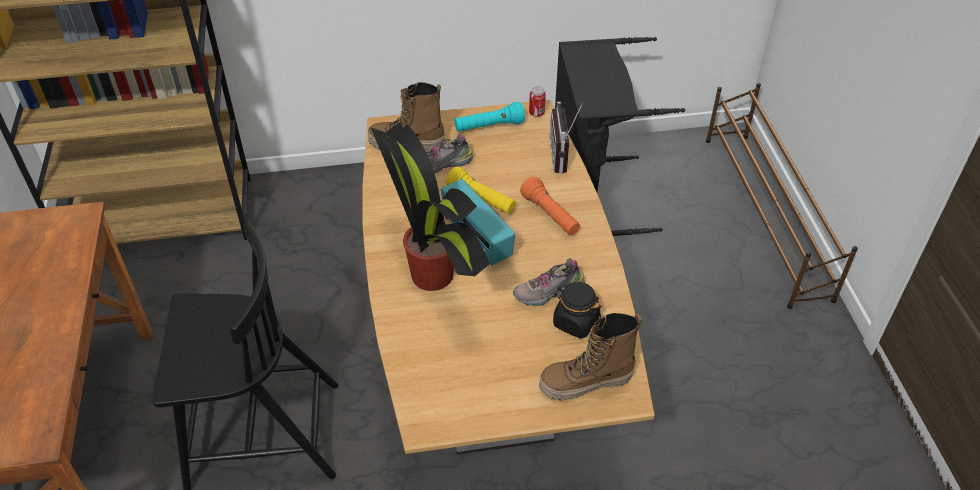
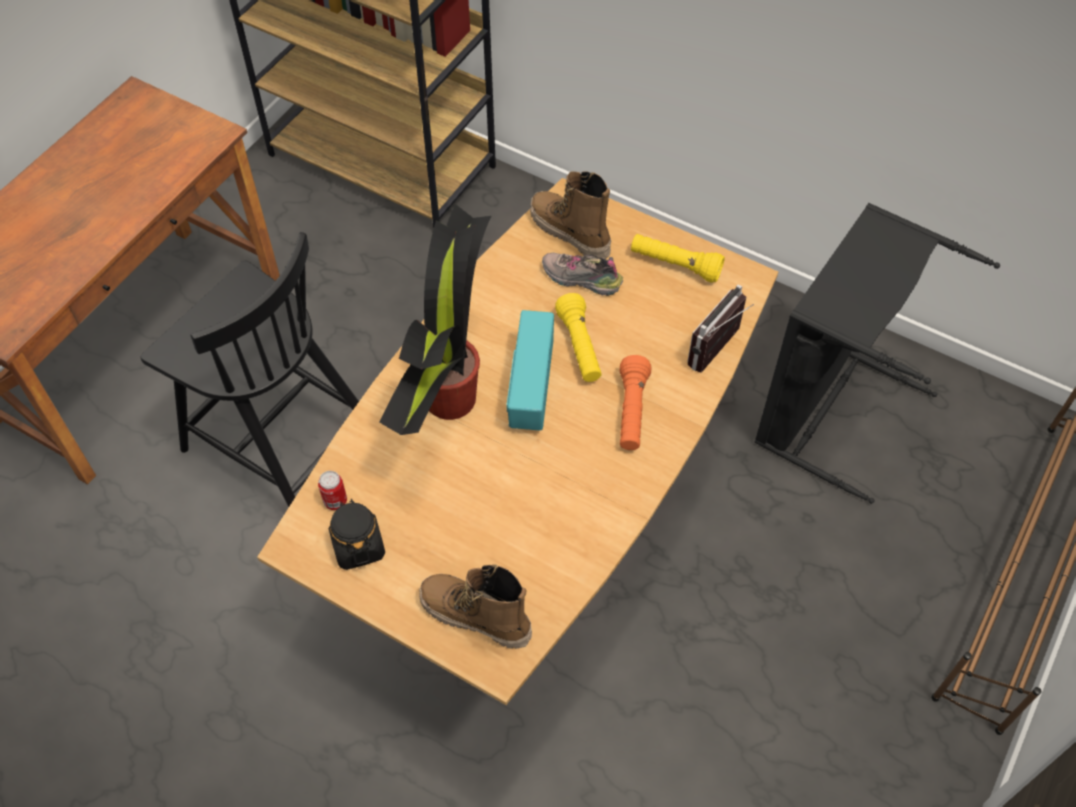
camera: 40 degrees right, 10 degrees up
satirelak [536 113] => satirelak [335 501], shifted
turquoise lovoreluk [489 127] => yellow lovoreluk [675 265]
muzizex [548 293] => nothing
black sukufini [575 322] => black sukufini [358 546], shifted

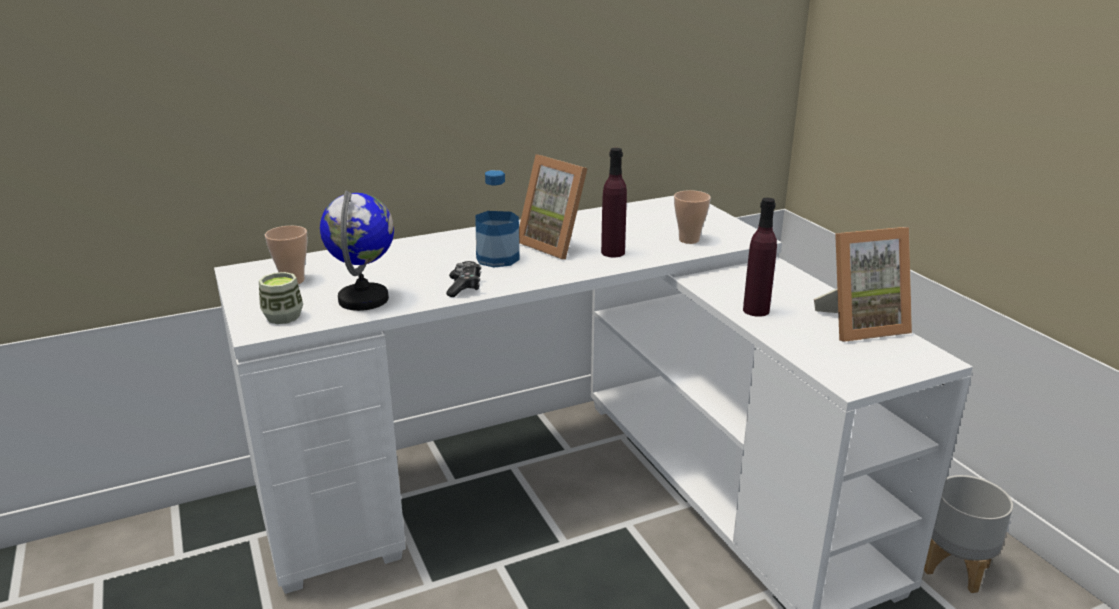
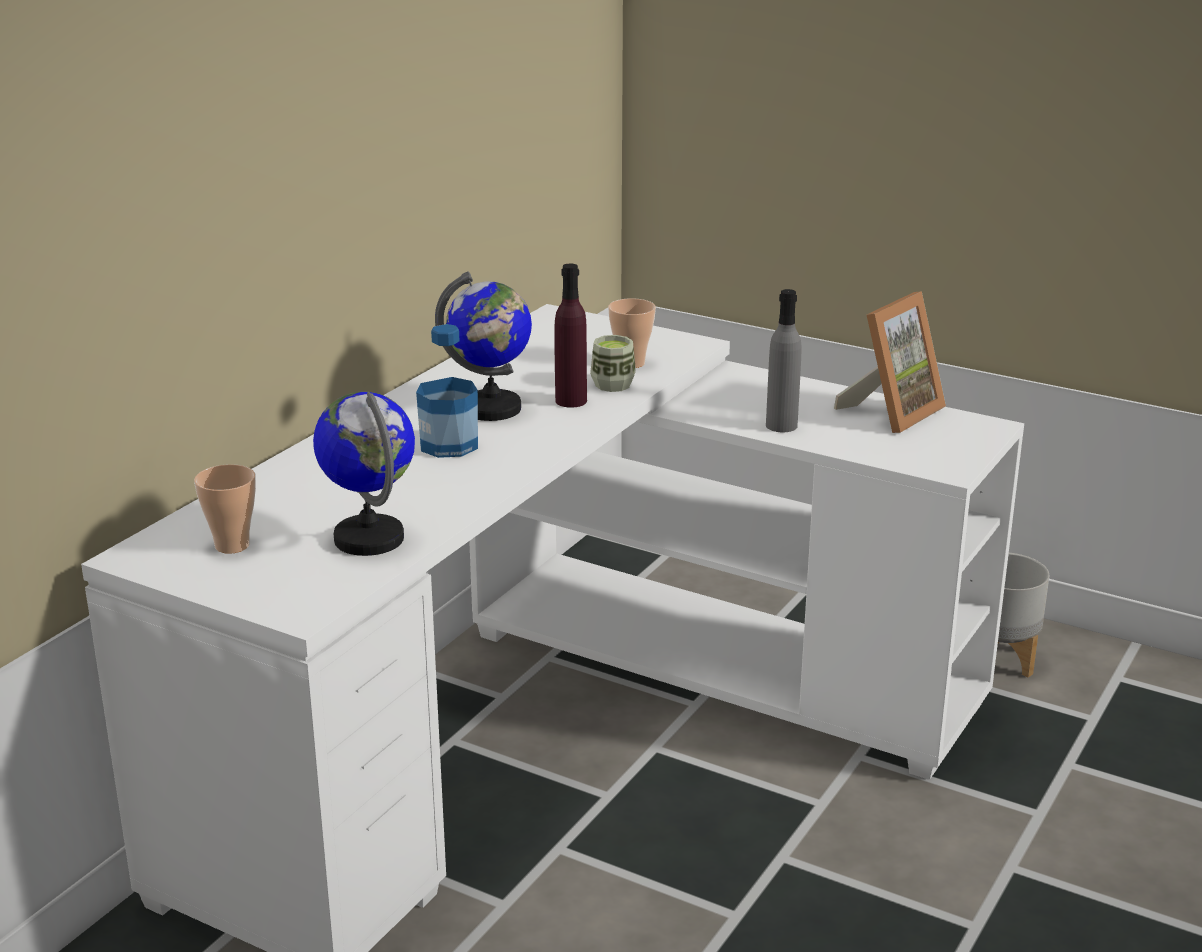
camera: 35 degrees left, 0 degrees up
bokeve [556 245] => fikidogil [492 409]
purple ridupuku [756 310] => grey ridupuku [781 425]
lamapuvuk [464 286] => nothing
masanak [283 317] => masanak [613 385], shifted

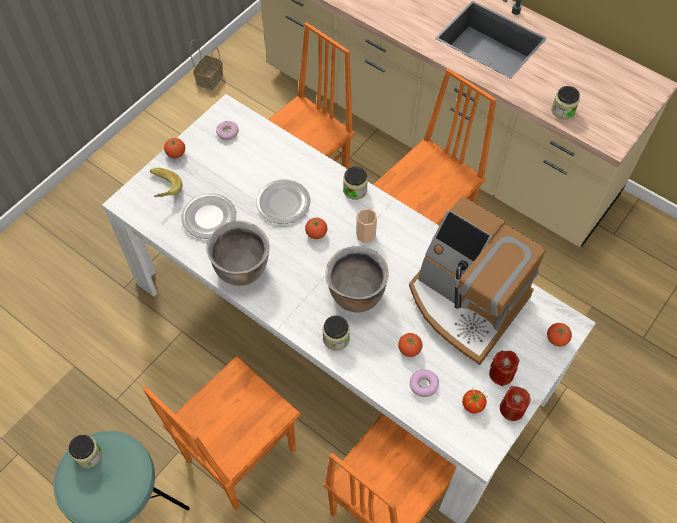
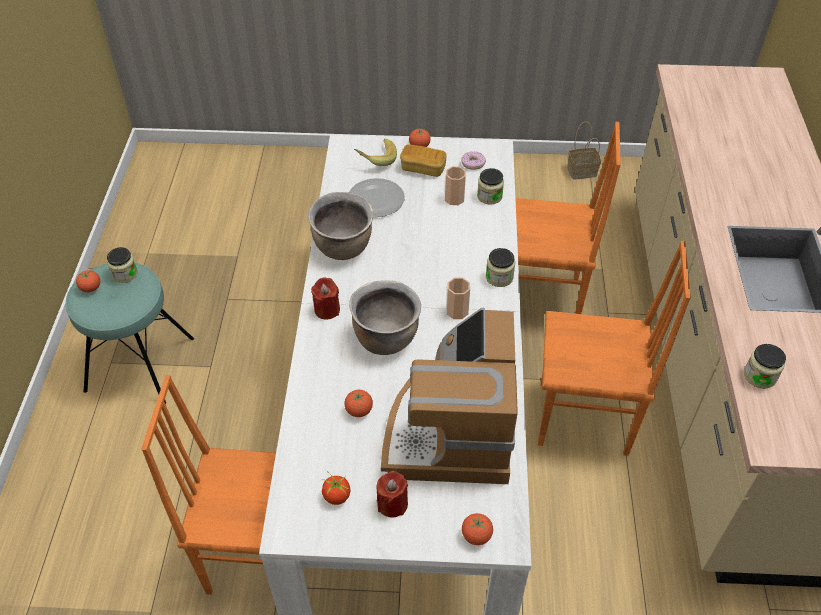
camera: 55 degrees right, 10 degrees down
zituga [284 203] => nothing
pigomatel [316 234] => pigomatel [91 288], shifted
sukufini [336 338] => sukufini [489 196], shifted
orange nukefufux [239 454] => nothing
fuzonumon [423 385] => nothing
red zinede [512 409] => red zinede [327 309], shifted
nothing => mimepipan [423 168]
nothing => masanak [454 198]

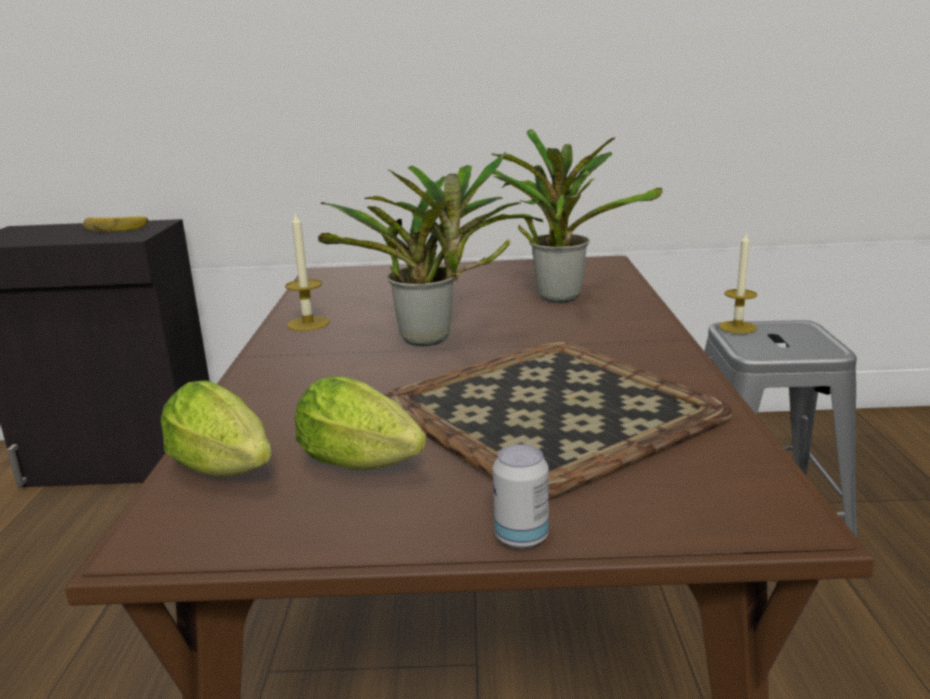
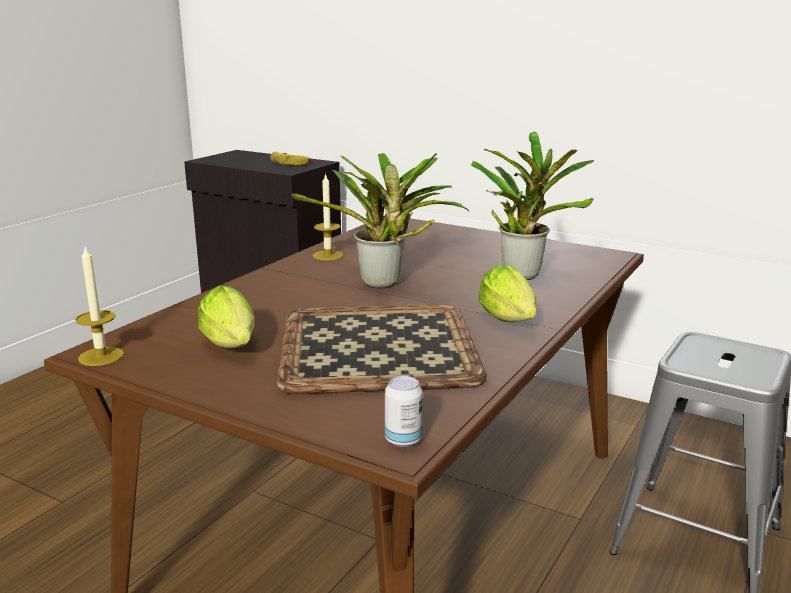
camera: 30 degrees right, 0 degrees up
zinede [737 327] => zinede [101 356], shifted
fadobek [228 472] => fadobek [510 321], shifted
satirelak [521 537] => satirelak [403 440], shifted

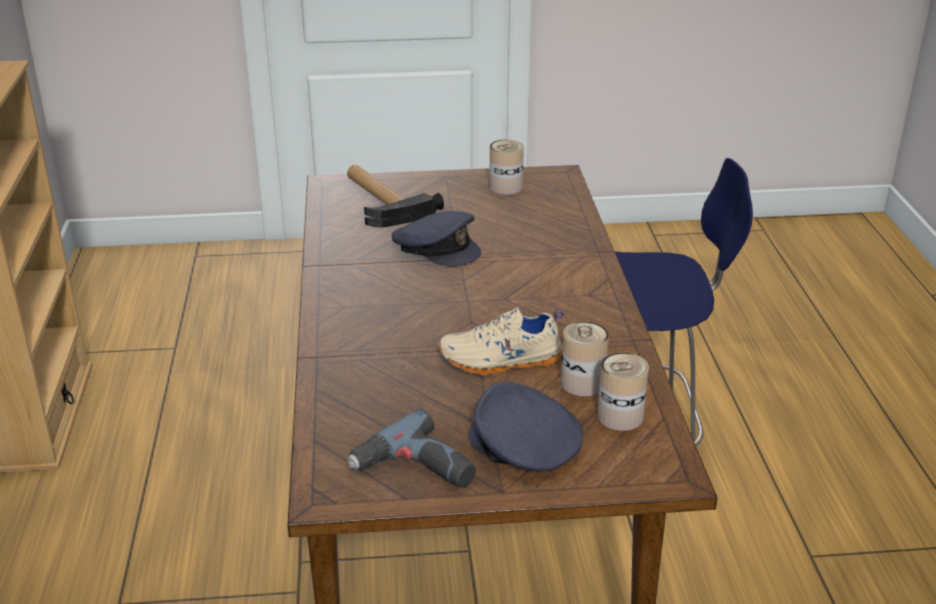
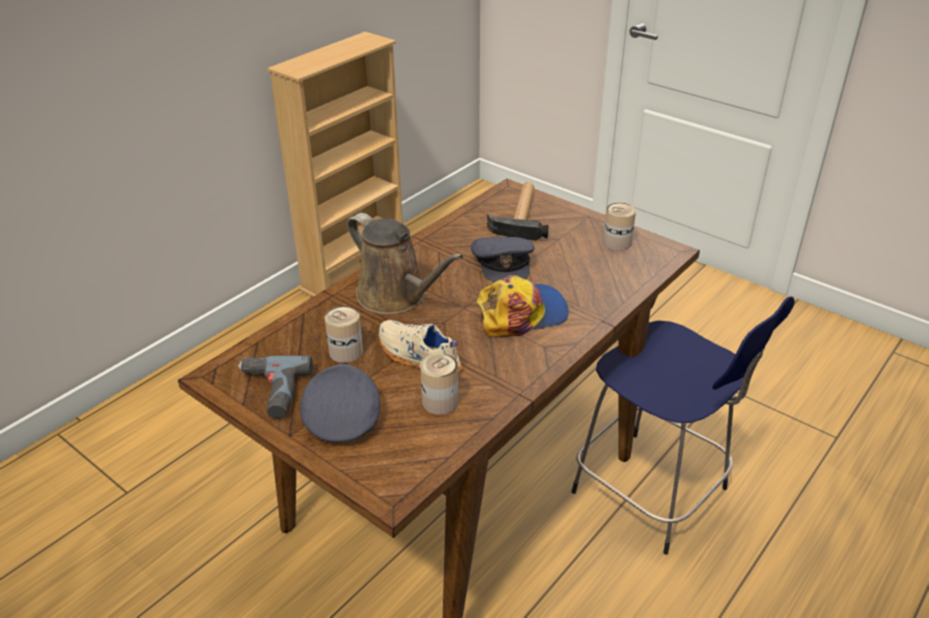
camera: 45 degrees right, 5 degrees up
satirelak [620 416] => satirelak [346 352], shifted
nothing => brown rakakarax [396 296]
nothing => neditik [521 313]

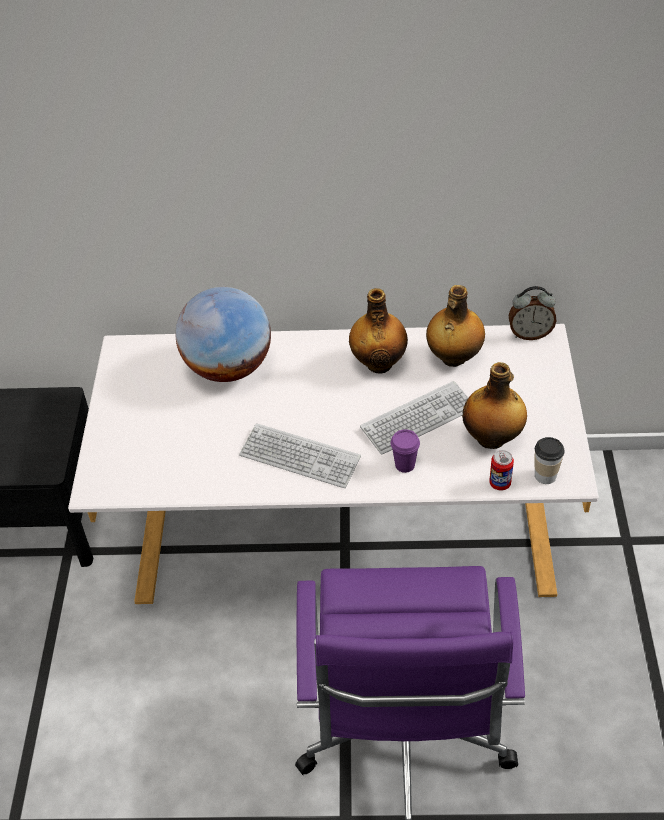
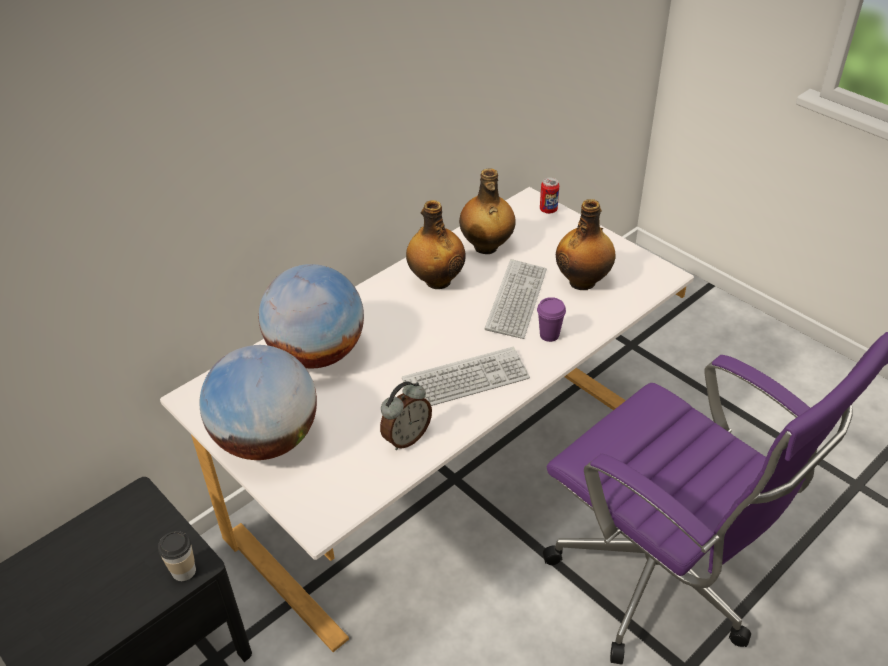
camera: 45 degrees left, 5 degrees down
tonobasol [530 334] => tonobasol [406 437], shifted
masanak [545 475] => masanak [183 571], shifted
satirelak [500 483] => satirelak [548 210], shifted
nothing => fikidogil [267 439]

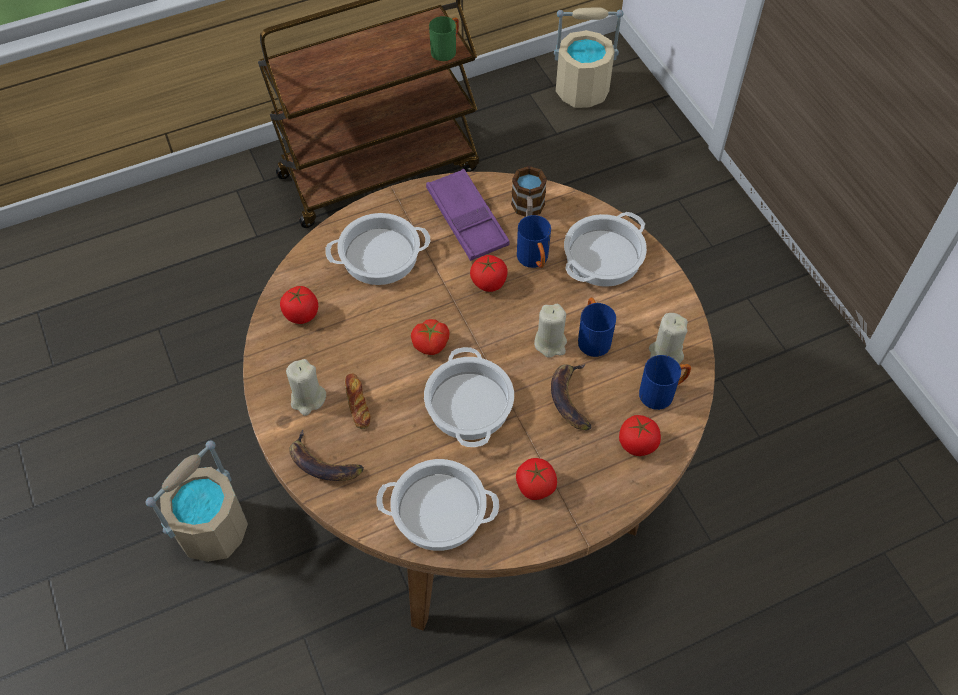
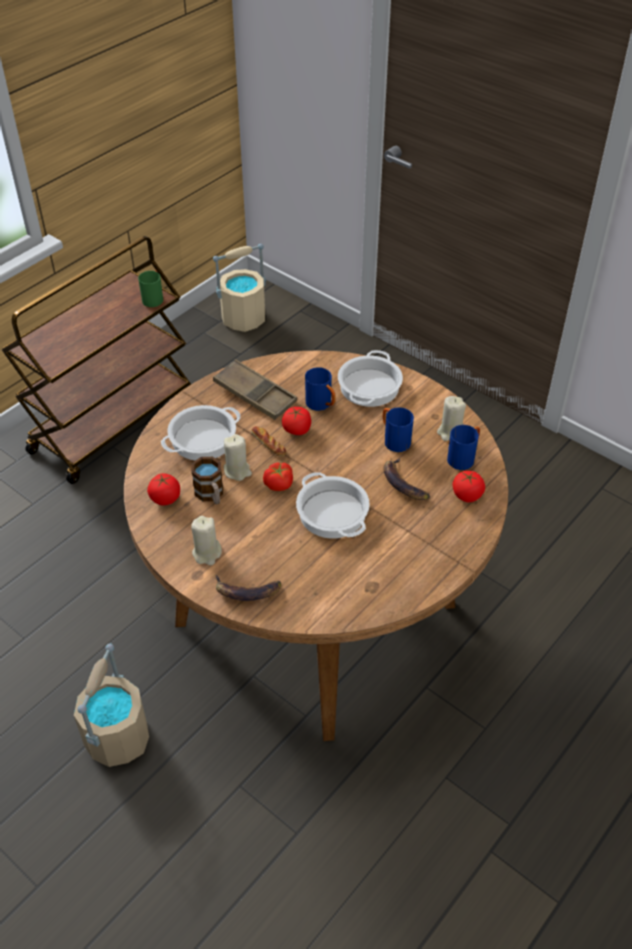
camera: 25 degrees left, 10 degrees down
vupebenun [528 210] => vupebenun [211 495], shifted
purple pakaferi [467 219] => brown pakaferi [255 394]
beige zinede [550 343] => beige zinede [237 471], shifted
mimepipan [357 403] => mimepipan [268 444], shifted
pigomatel [535 486] => nothing
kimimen [439 509] => nothing

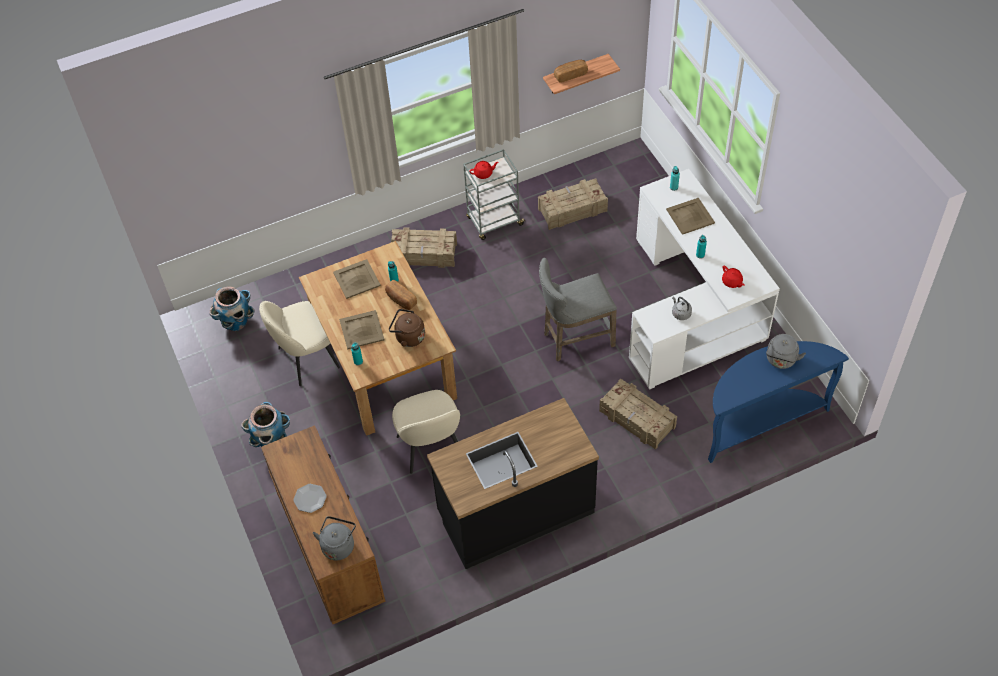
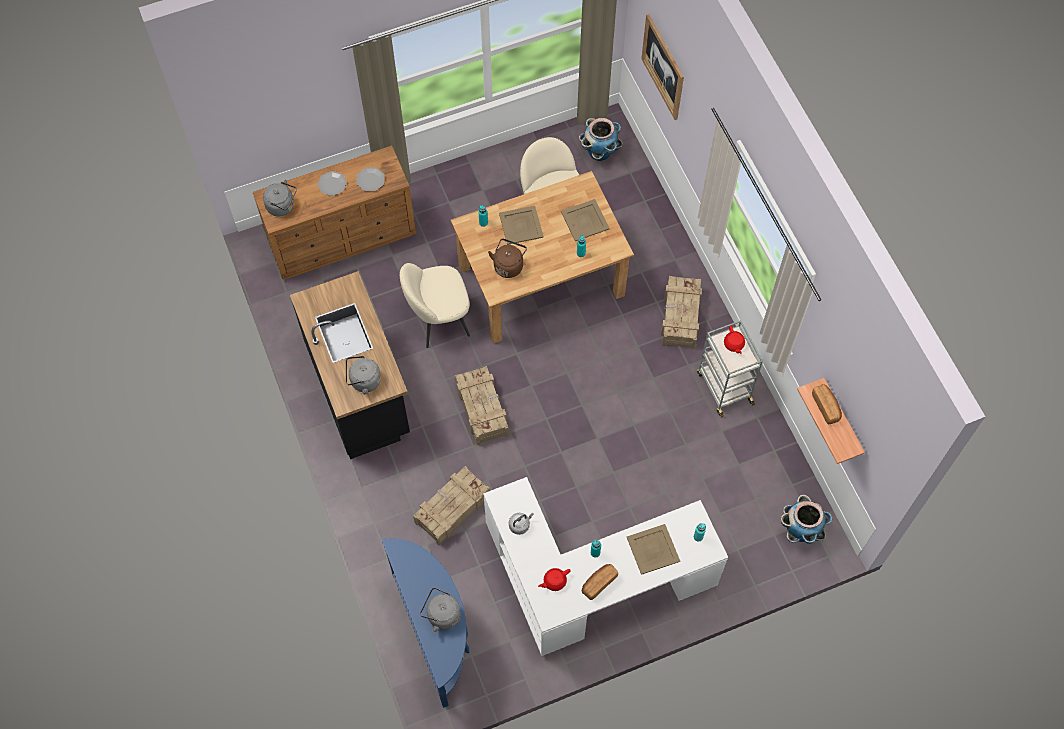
camera: 90 degrees right, 10 degrees up
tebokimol [572 210] => tebokimol [482 409], shifted
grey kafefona [574 339] => nothing
mimepipan [401 300] => mimepipan [598 583], shifted
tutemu [271 440] => tutemu [800 530], shifted
nothing => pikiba [663 67]
nothing => zituga [370 180]
nothing => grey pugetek [363 381]

